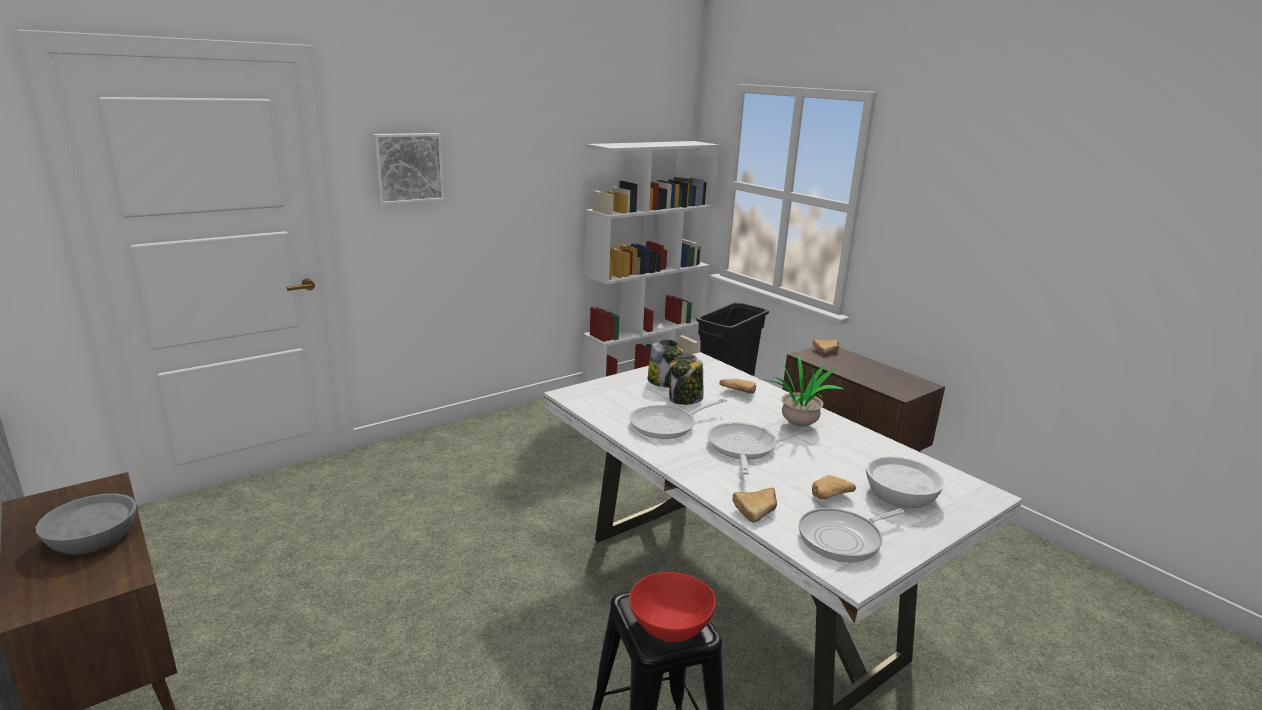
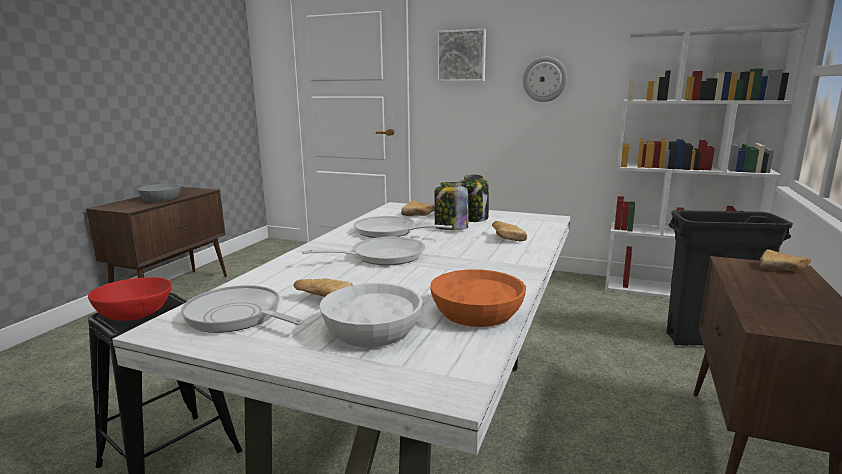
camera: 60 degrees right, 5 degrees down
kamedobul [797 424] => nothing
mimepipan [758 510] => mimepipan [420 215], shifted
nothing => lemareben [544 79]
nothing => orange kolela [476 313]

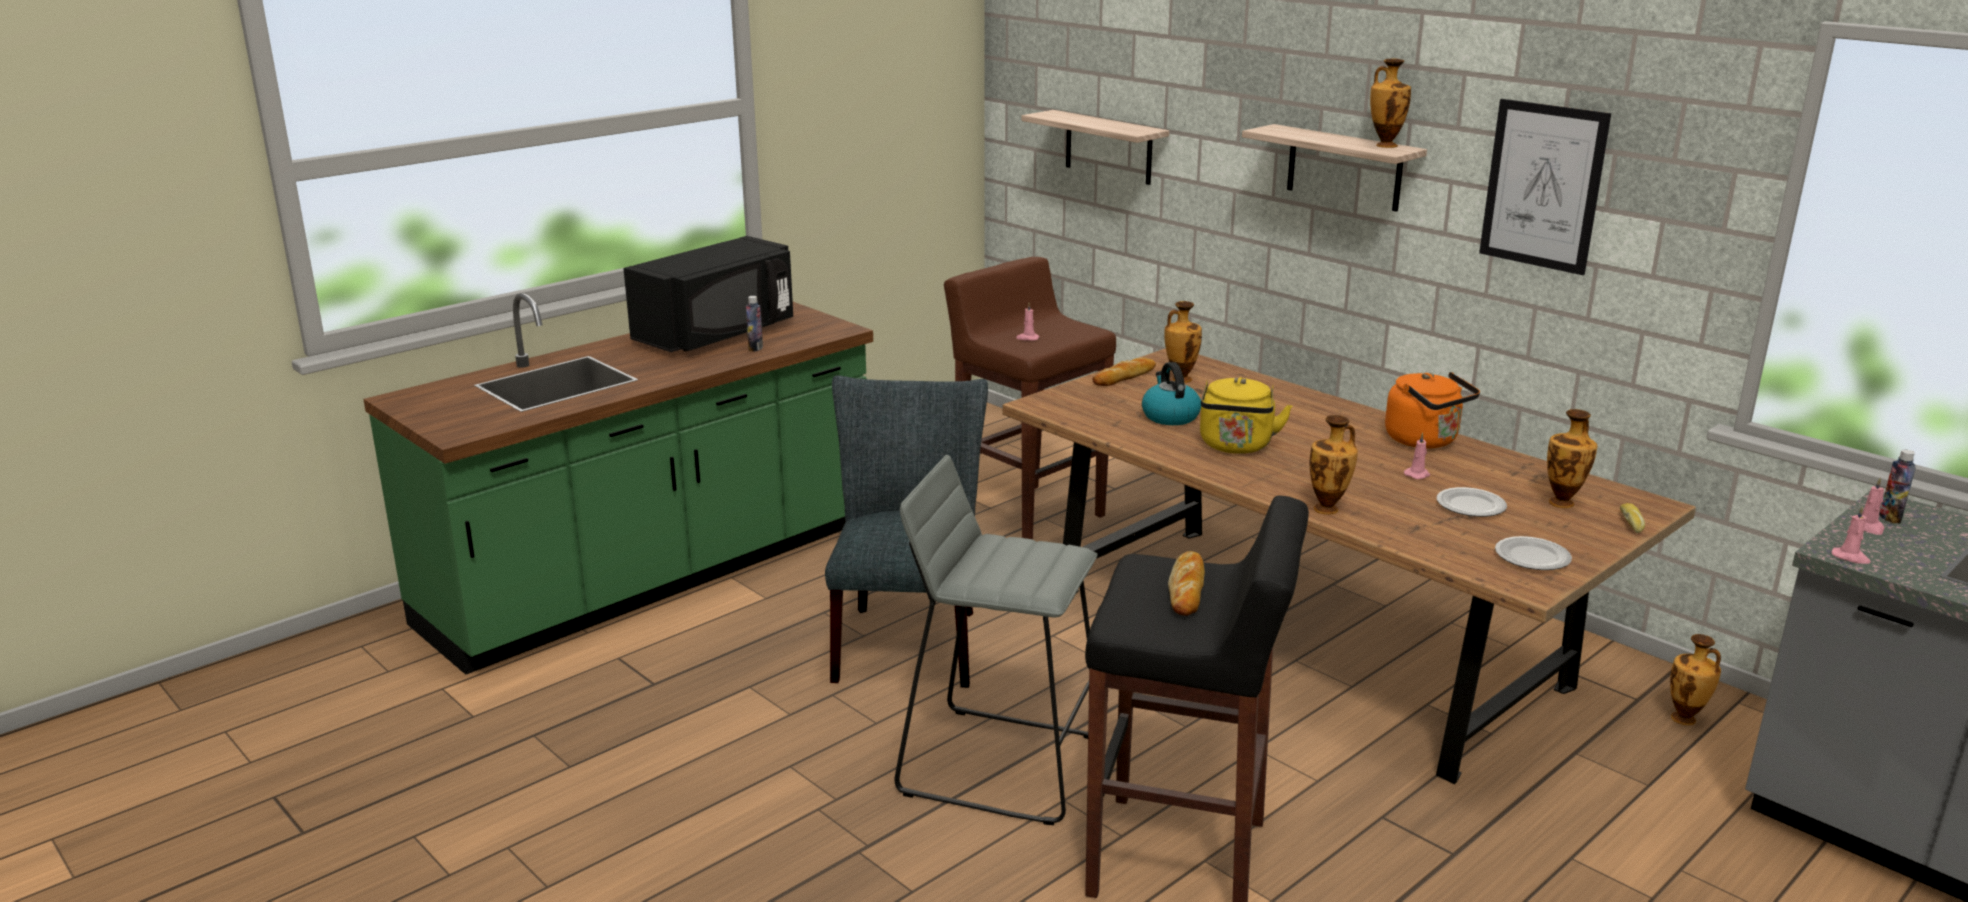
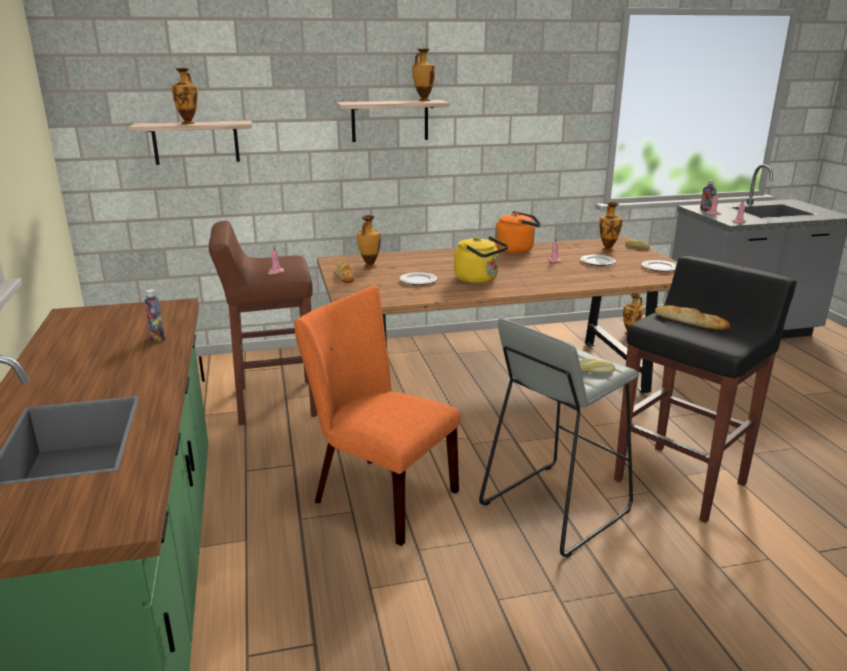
camera: 60 degrees left, 0 degrees up
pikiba [1543 186] => nothing
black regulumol [719 333] => nothing
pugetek [1169 416] => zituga [418 281]
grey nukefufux [908 639] => orange nukefufux [377 494]
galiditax [1328 509] => galiditax [189 123], shifted
nothing => mimepipan [594 370]

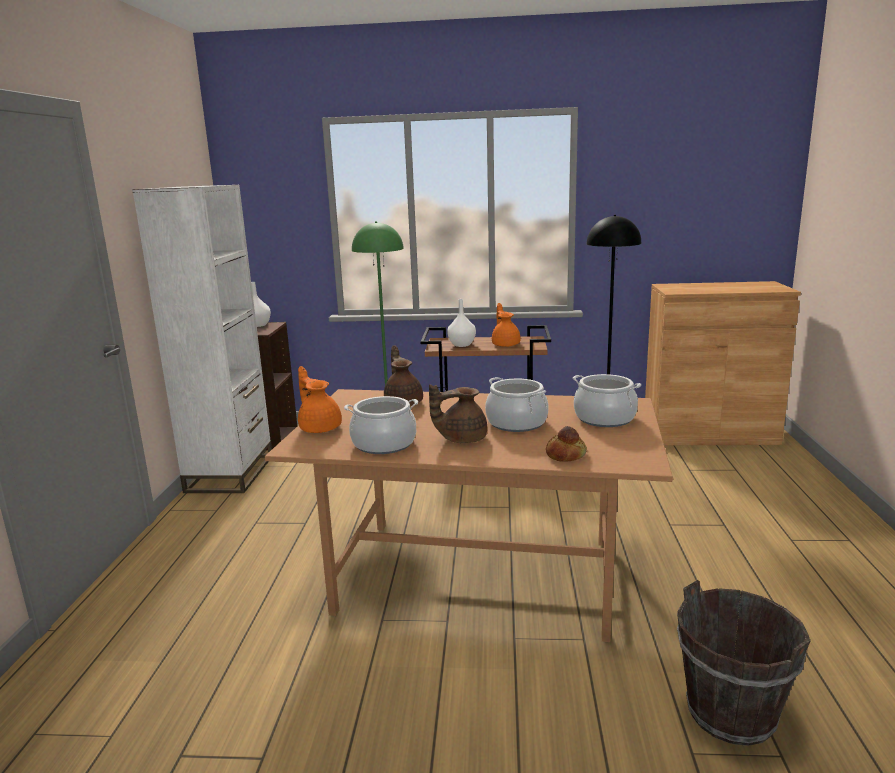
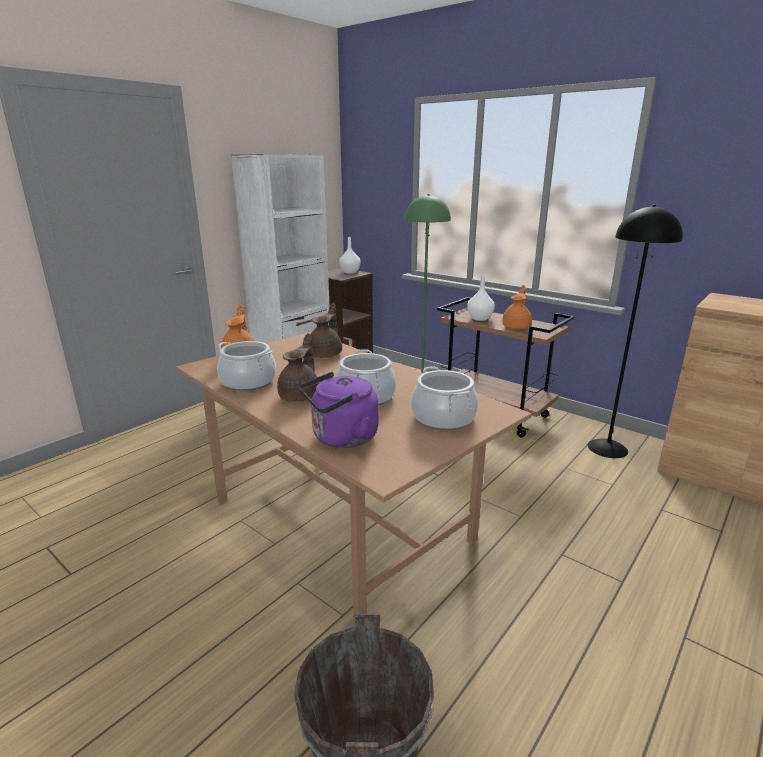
camera: 35 degrees right, 5 degrees up
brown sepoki [461 439] => brown sepoki [301 396], 90 degrees clockwise
mimepipan [565 454] => purple pugetek [341 438]

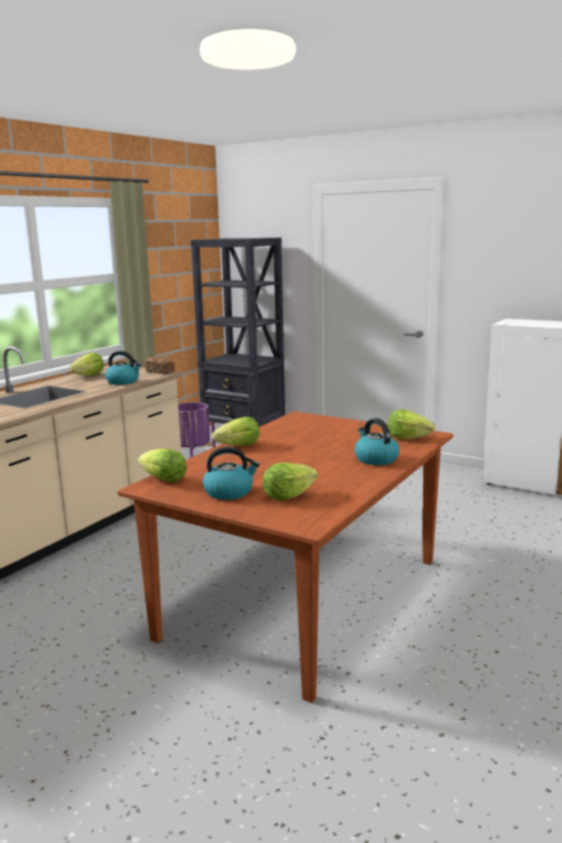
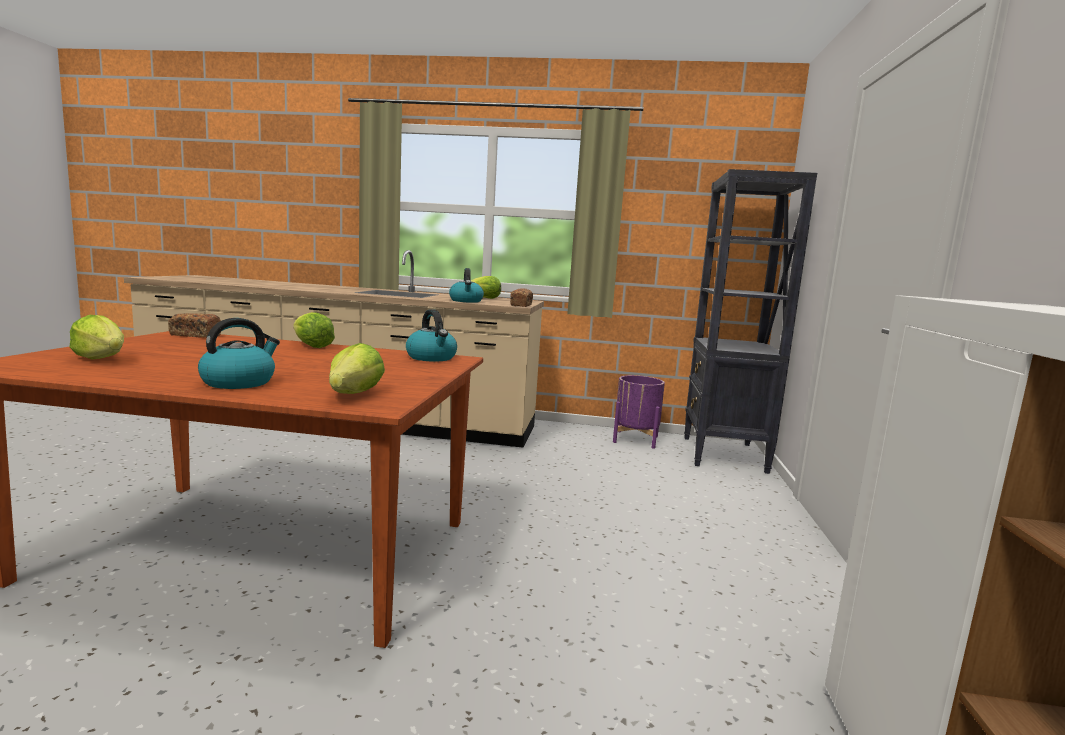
camera: 65 degrees right, 5 degrees down
pugetek [229 492] => pugetek [432 358], shifted
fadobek [163 480] => mimepipan [195 335]

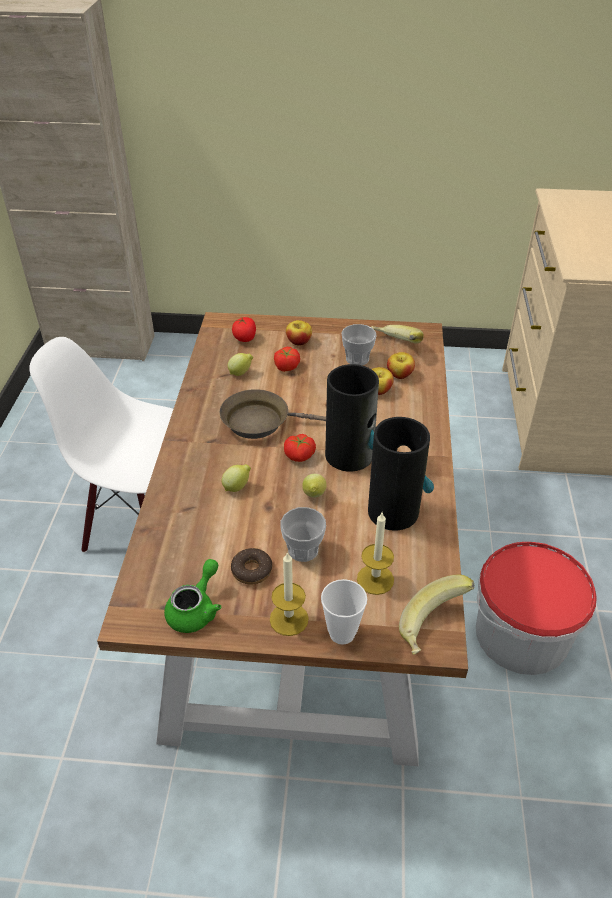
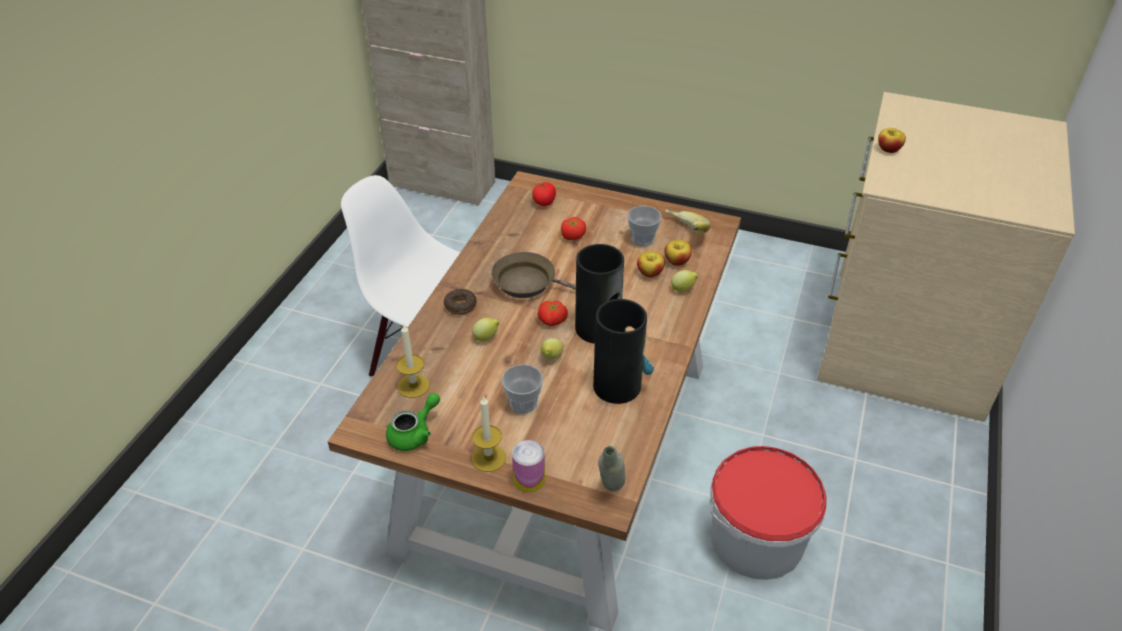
camera: 15 degrees right, 0 degrees up
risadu [299 342] => risadu [888 149], shifted
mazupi [241 373] => mazupi [683 289], shifted
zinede [375 579] => zinede [413 386], shifted
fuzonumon [252 570] => fuzonumon [460 305], shifted
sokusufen [434 628] => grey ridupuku [610 492]
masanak [342 633] => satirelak [529 479]

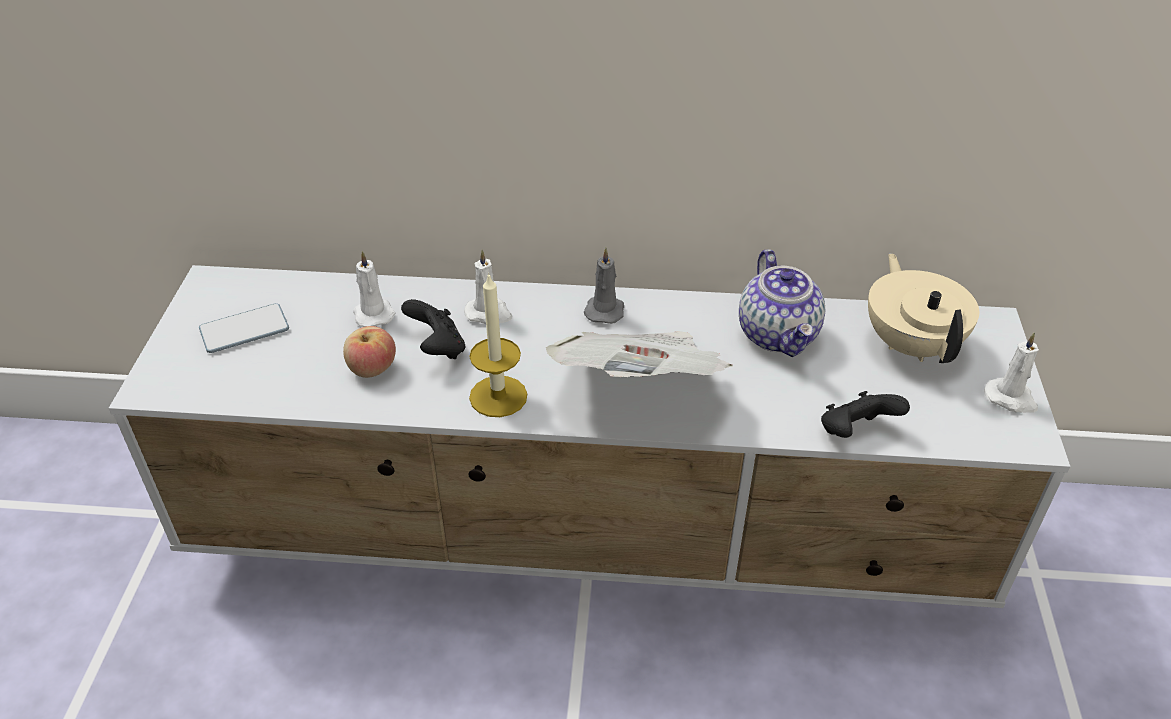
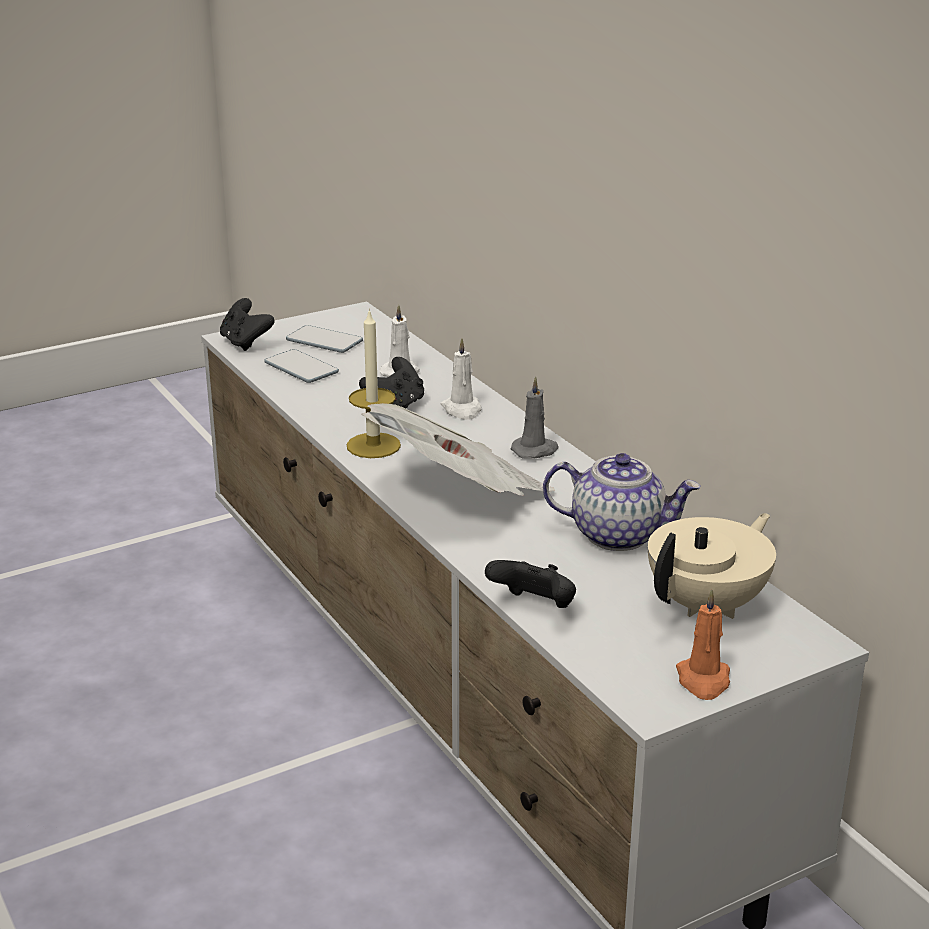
camera: 55 degrees right, 15 degrees down
sepoki [779 335] => sepoki [618 534], 120 degrees counterclockwise
risadu [372 369] => nothing
white zinede [1011 398] => orange zinede [703 681]
nothing => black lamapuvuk [245 343]
nothing => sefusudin [301 368]

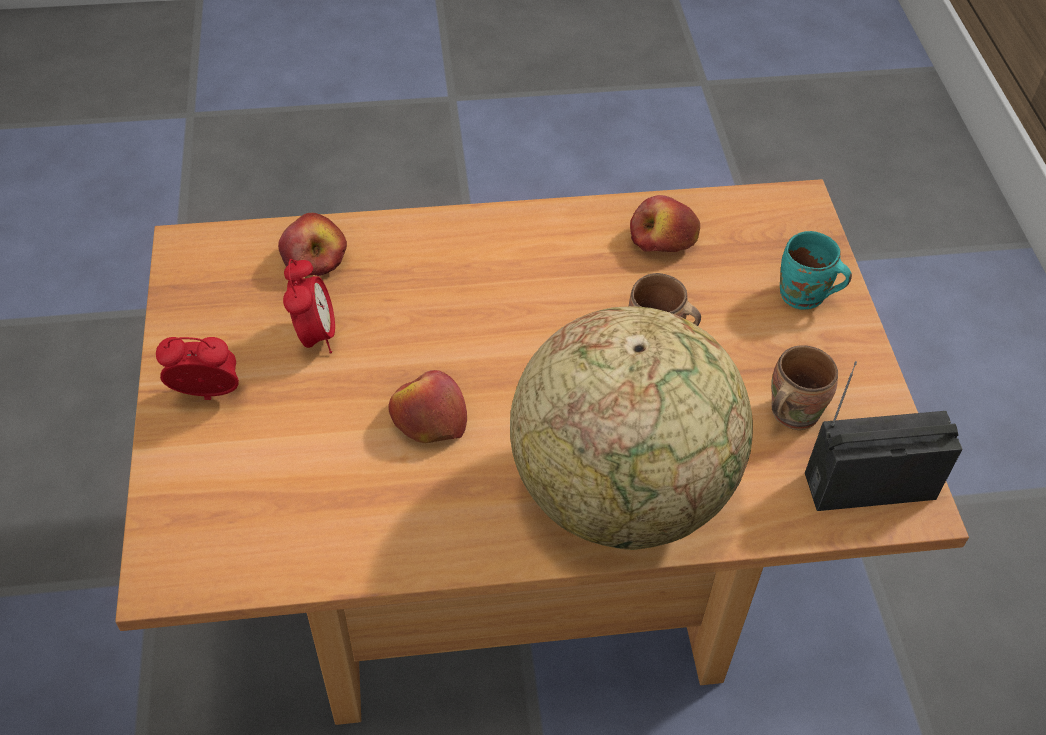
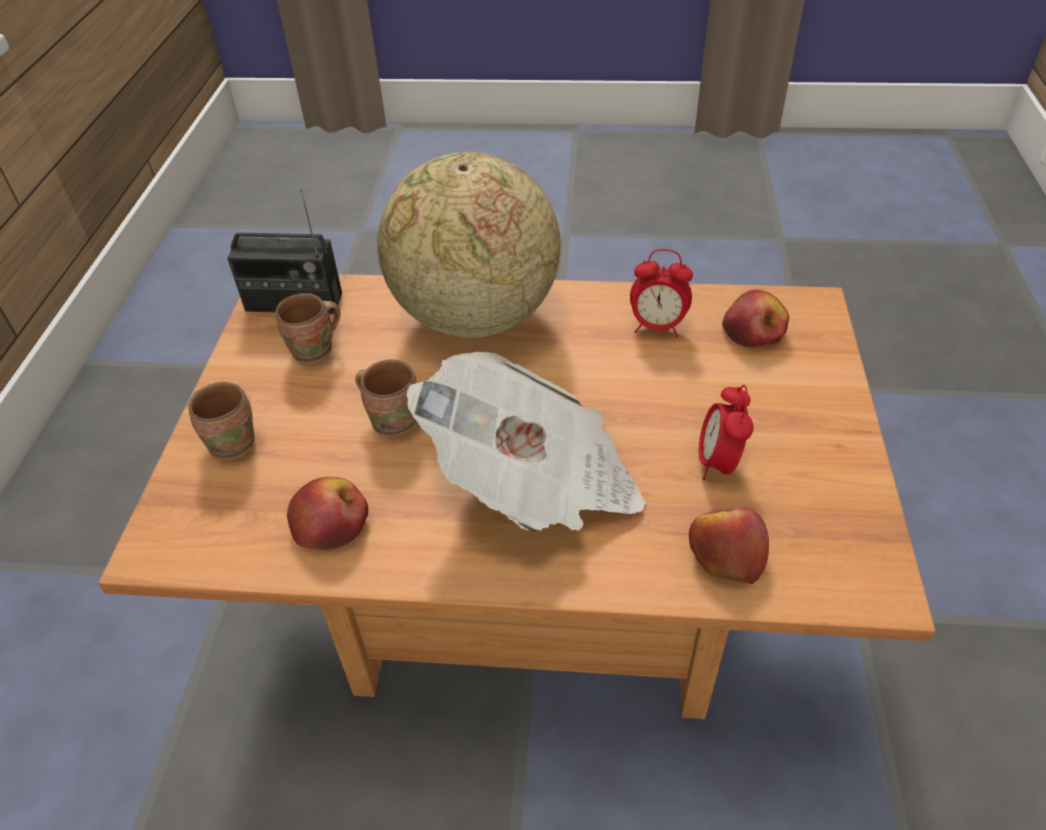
camera: 165 degrees left, 5 degrees down
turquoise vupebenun [803 298] => brown vupebenun [233 442]
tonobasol [208 396] => tonobasol [657 327], shifted
risadu [428 419] => risadu [753 331], shifted
nothing => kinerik [534 482]

